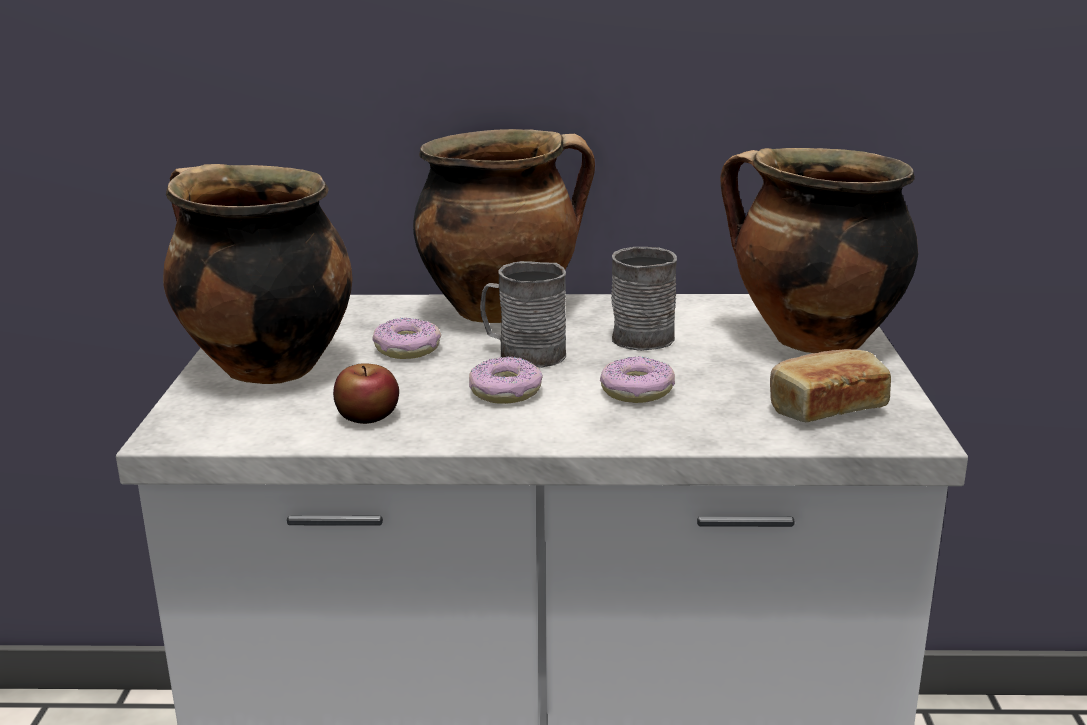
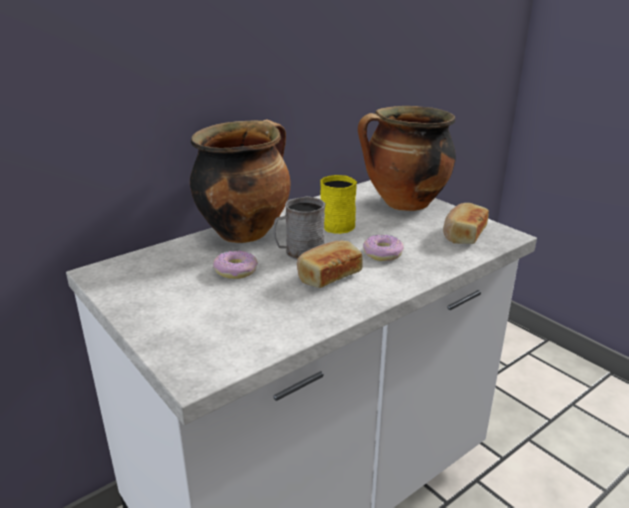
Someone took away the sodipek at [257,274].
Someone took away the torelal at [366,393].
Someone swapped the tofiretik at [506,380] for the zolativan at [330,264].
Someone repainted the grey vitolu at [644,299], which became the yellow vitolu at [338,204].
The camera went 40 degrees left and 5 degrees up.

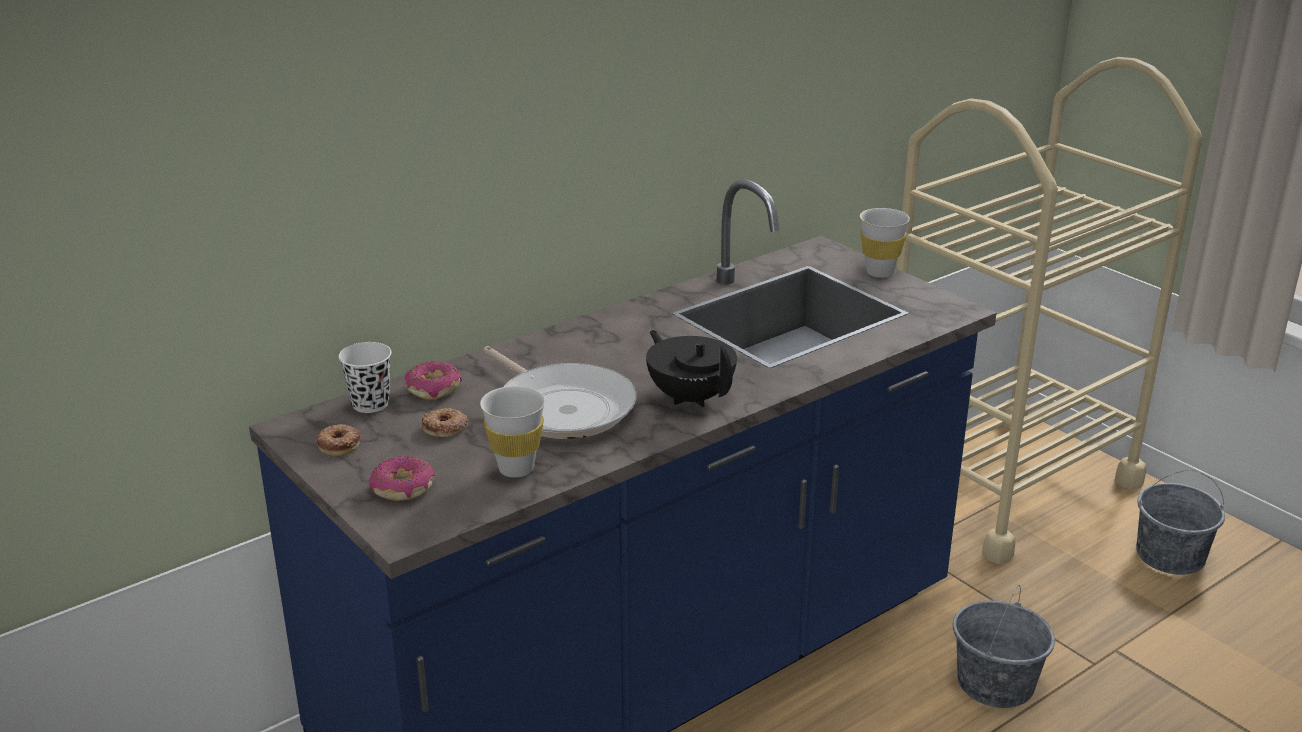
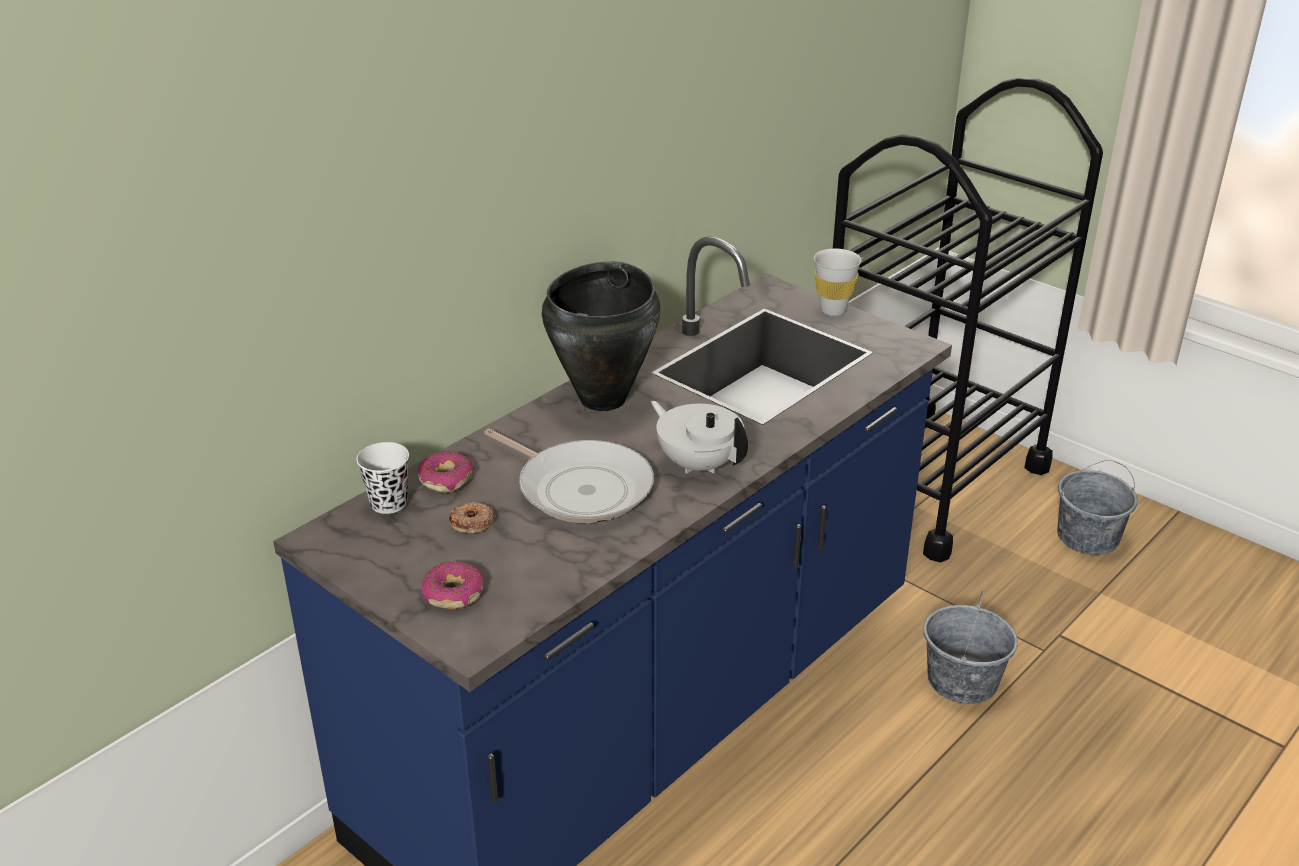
Someone took away the tofiretik at [338,440].
Someone took away the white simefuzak at [512,432].
Someone repainted the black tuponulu at [691,368], which became the white tuponulu at [699,437].
Someone repainted the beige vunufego at [1049,310], which became the black vunufego at [968,319].
Someone put down the black sodipek at [601,336].
The camera went 10 degrees left and 5 degrees up.

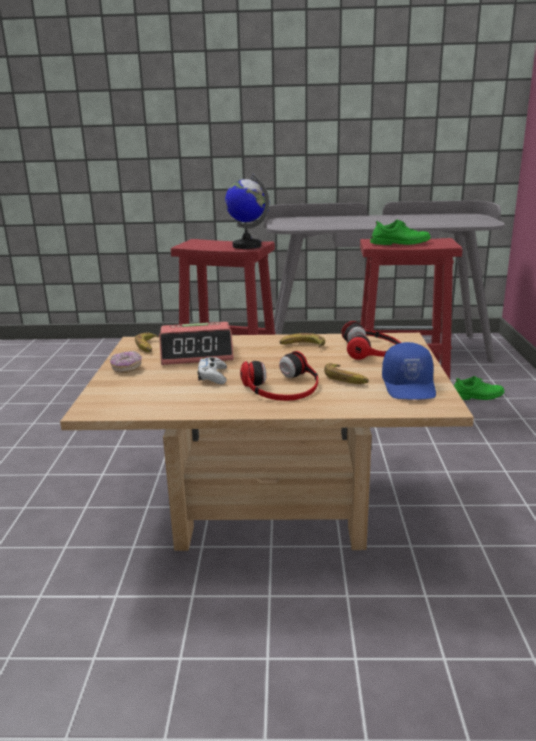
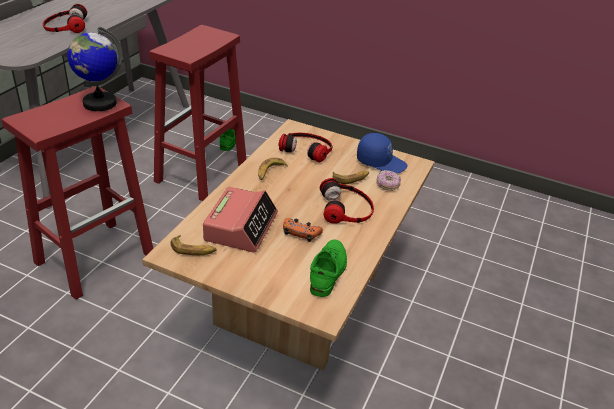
Someone carried the tofiretik from [126,362] to [388,180].
Someone repainted the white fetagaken at [212,370], which became the orange fetagaken at [303,230].
Someone carried the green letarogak from [400,232] to [328,268].
Someone put down the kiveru at [65,18].
The camera went 70 degrees left and 15 degrees up.

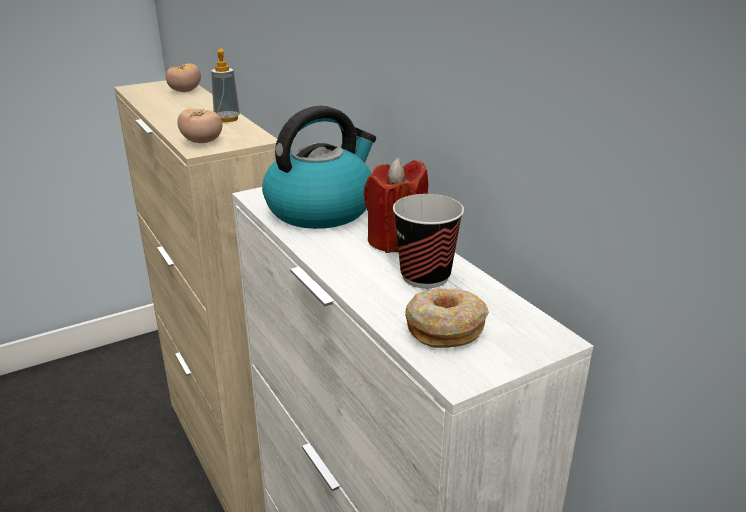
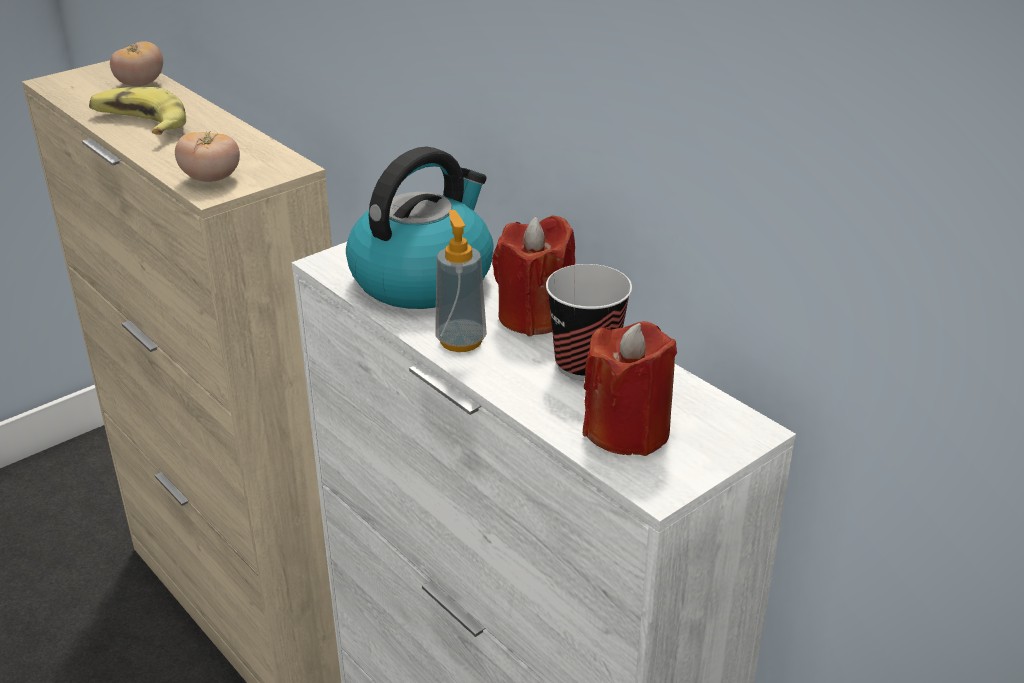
Someone carried the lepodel from [225,85] to [461,281].
Someone swapped the tofiretik at [447,318] for the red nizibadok at [630,388].
Someone put down the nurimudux at [137,111].
The camera went 10 degrees left and 5 degrees up.

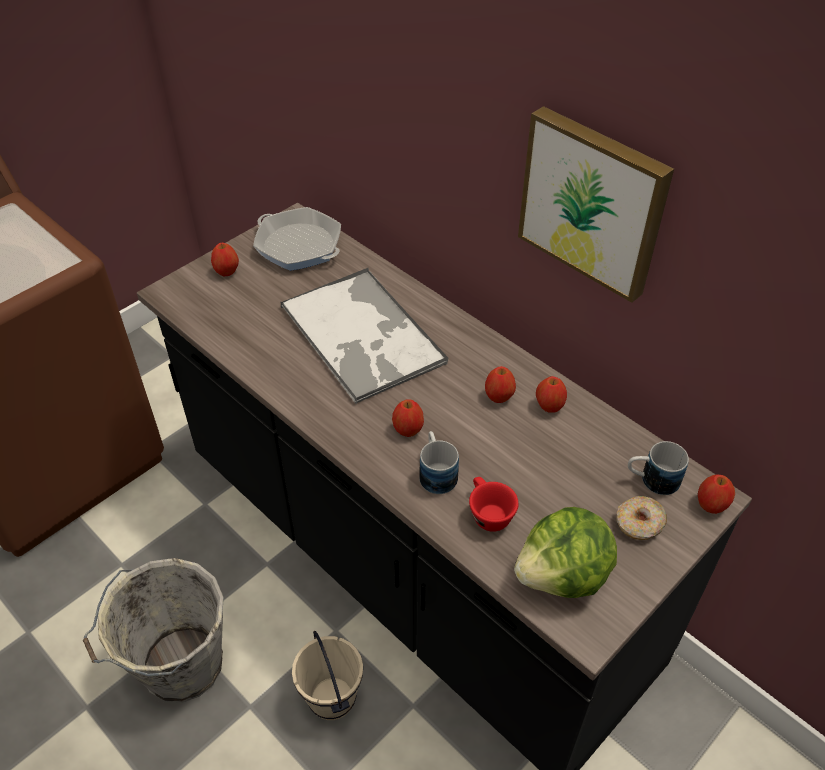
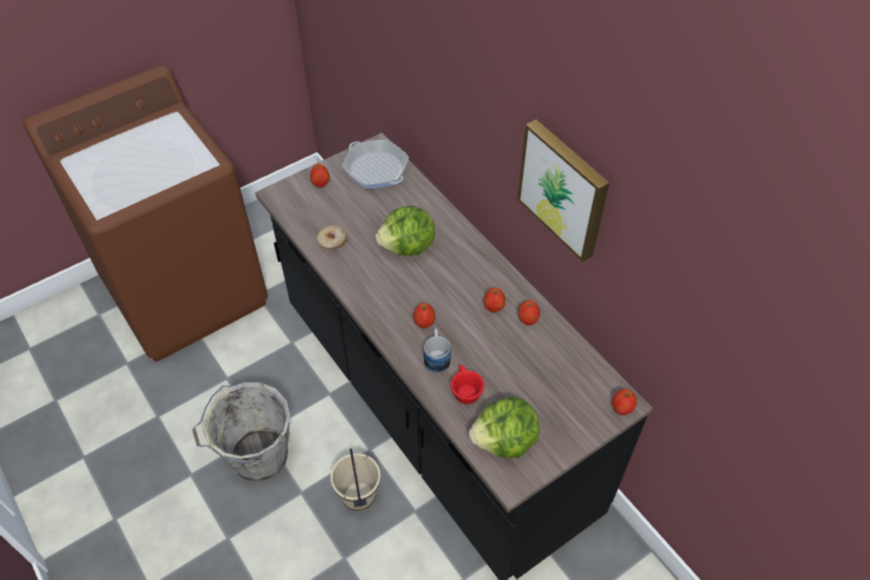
Someone swapped the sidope at [365,336] for the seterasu at [405,231].
Someone carried the tofiretik from [642,518] to [332,237].
Someone took away the vitolu at [658,468].
The camera went 10 degrees right and 5 degrees up.

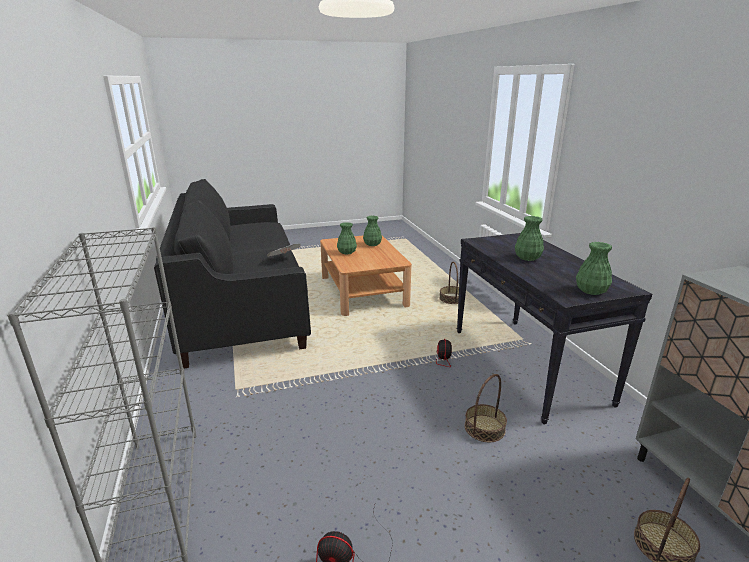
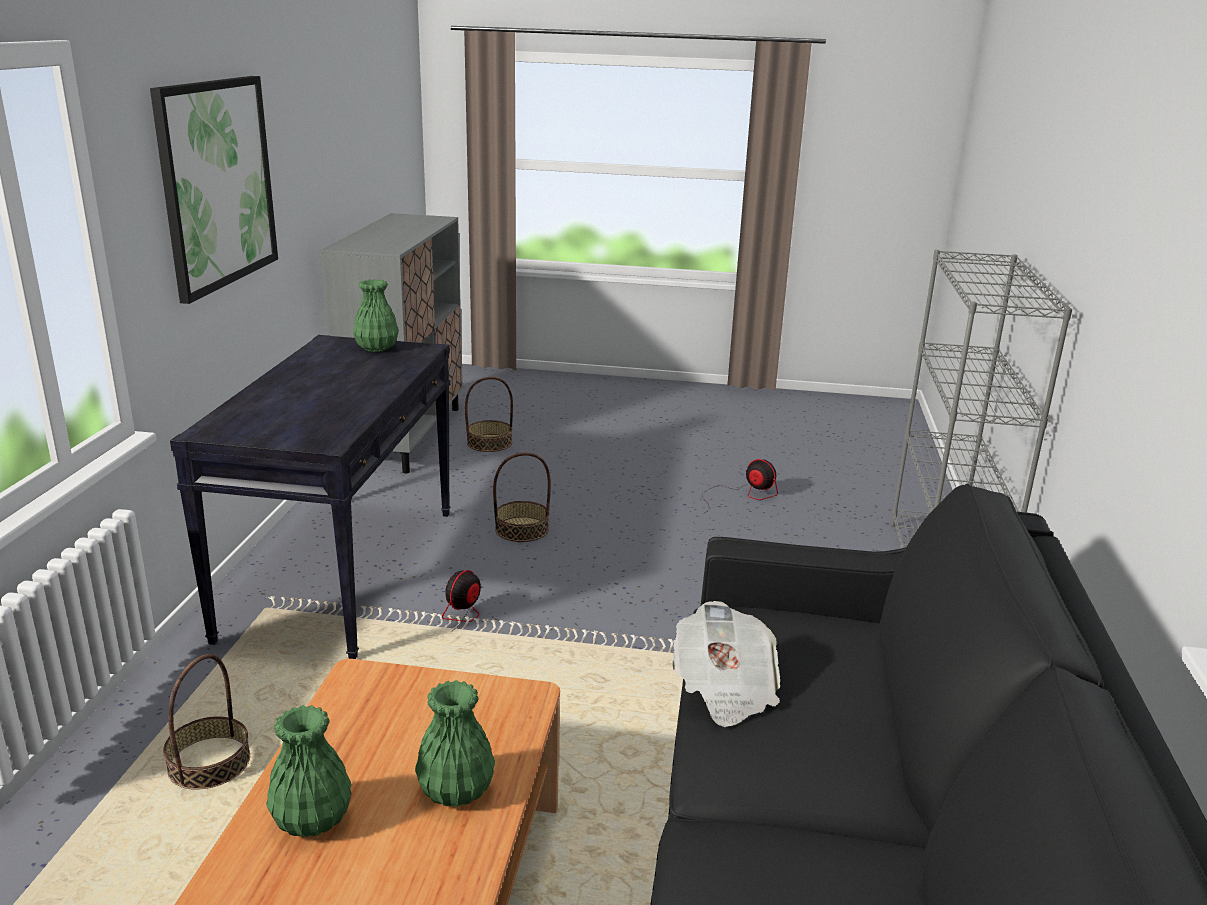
Someone took away the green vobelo at [529,238].
Someone put up the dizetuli at [214,190].
The camera went 155 degrees left and 0 degrees up.

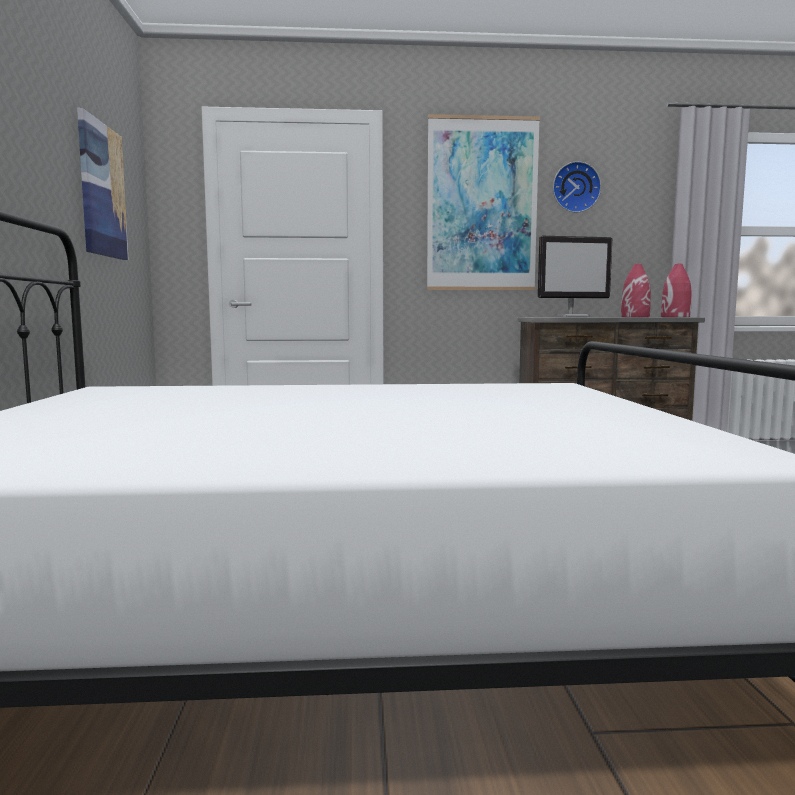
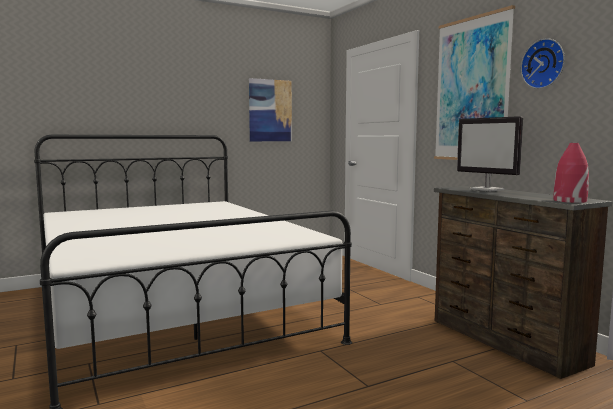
Someone took away the red vobelo at [636,290].
The camera went 65 degrees right and 0 degrees up.

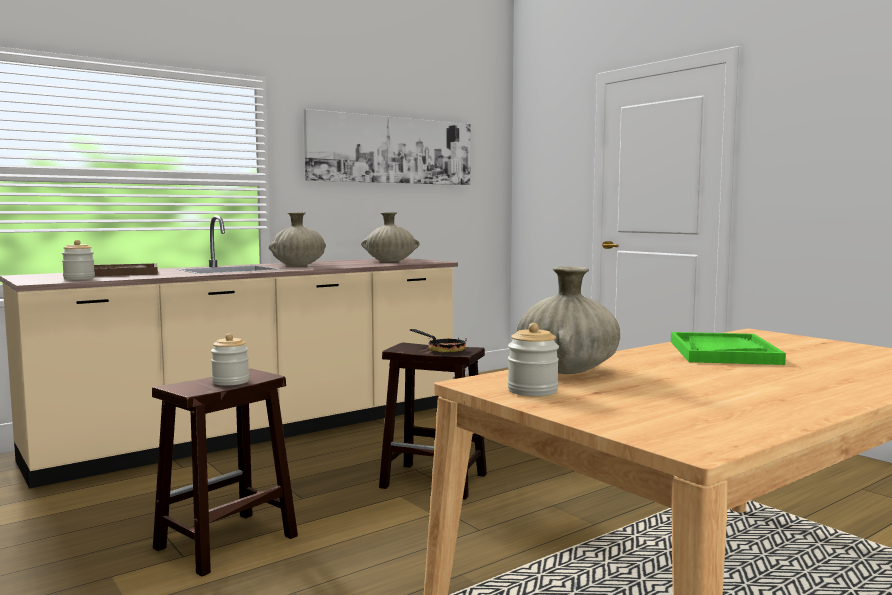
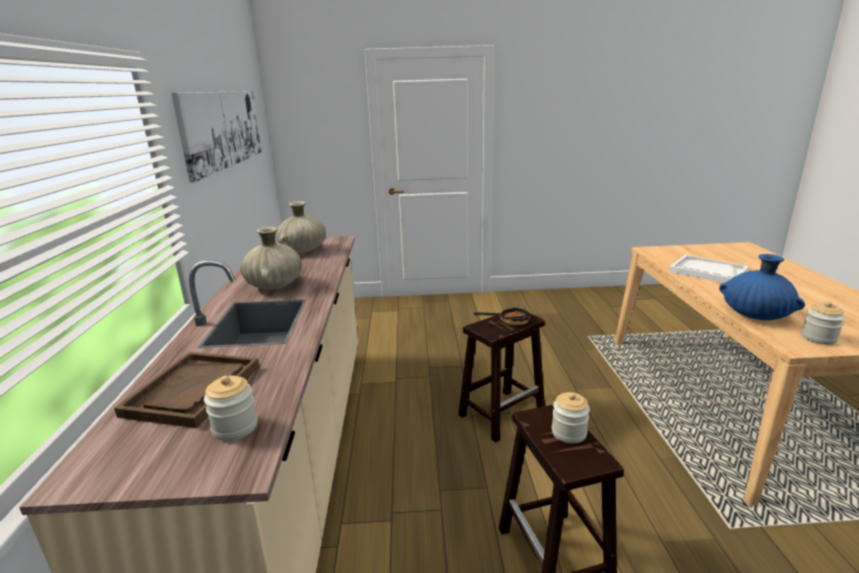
Someone repainted the beige vobelo at [568,320], which became the blue vobelo at [762,287].
Someone repainted the green sidope at [728,348], which became the white sidope at [709,269].
The camera went 55 degrees left and 15 degrees up.

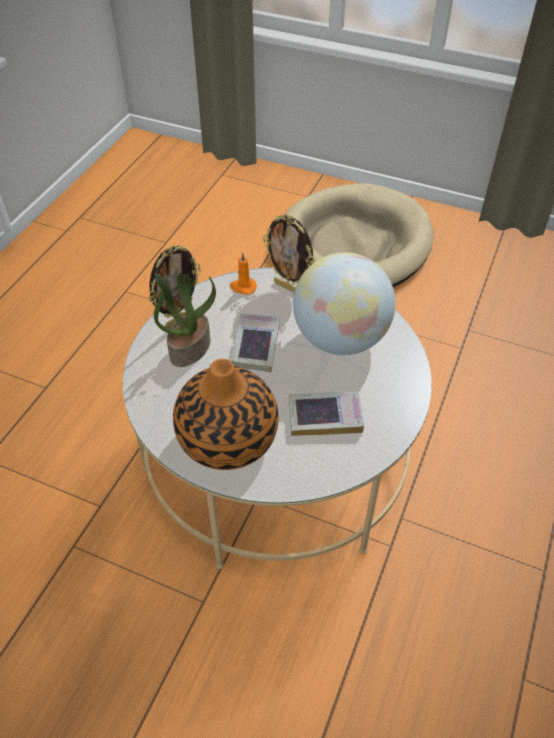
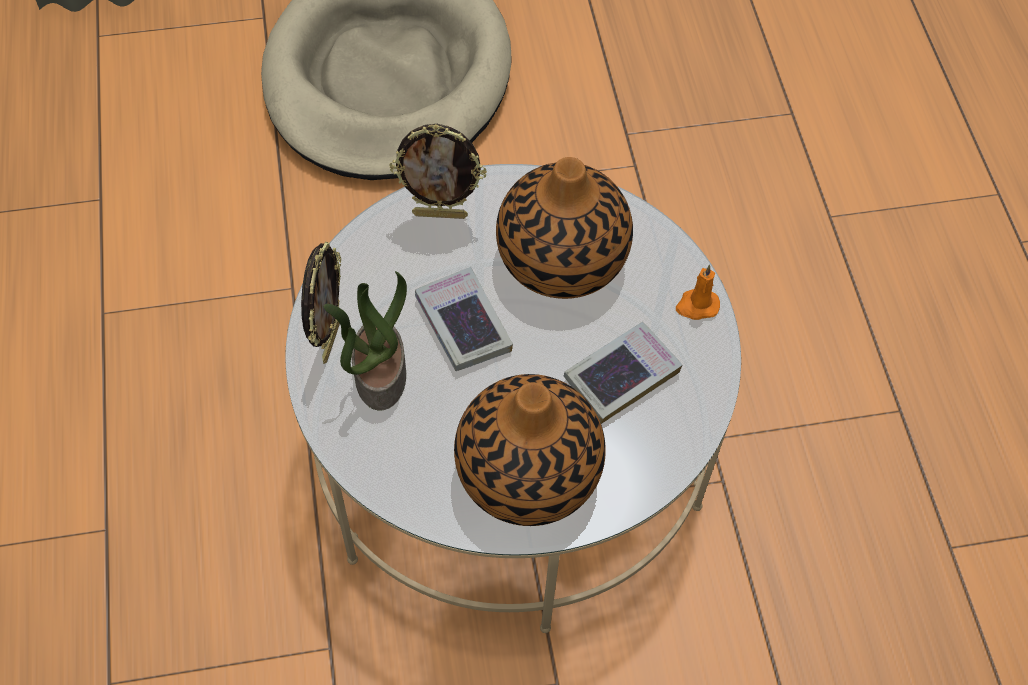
Someone carried the orange nizibadok from [243,273] to [698,292].
Someone swapped the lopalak at [344,303] for the vobelo at [564,228].
The camera went 35 degrees left and 10 degrees up.

